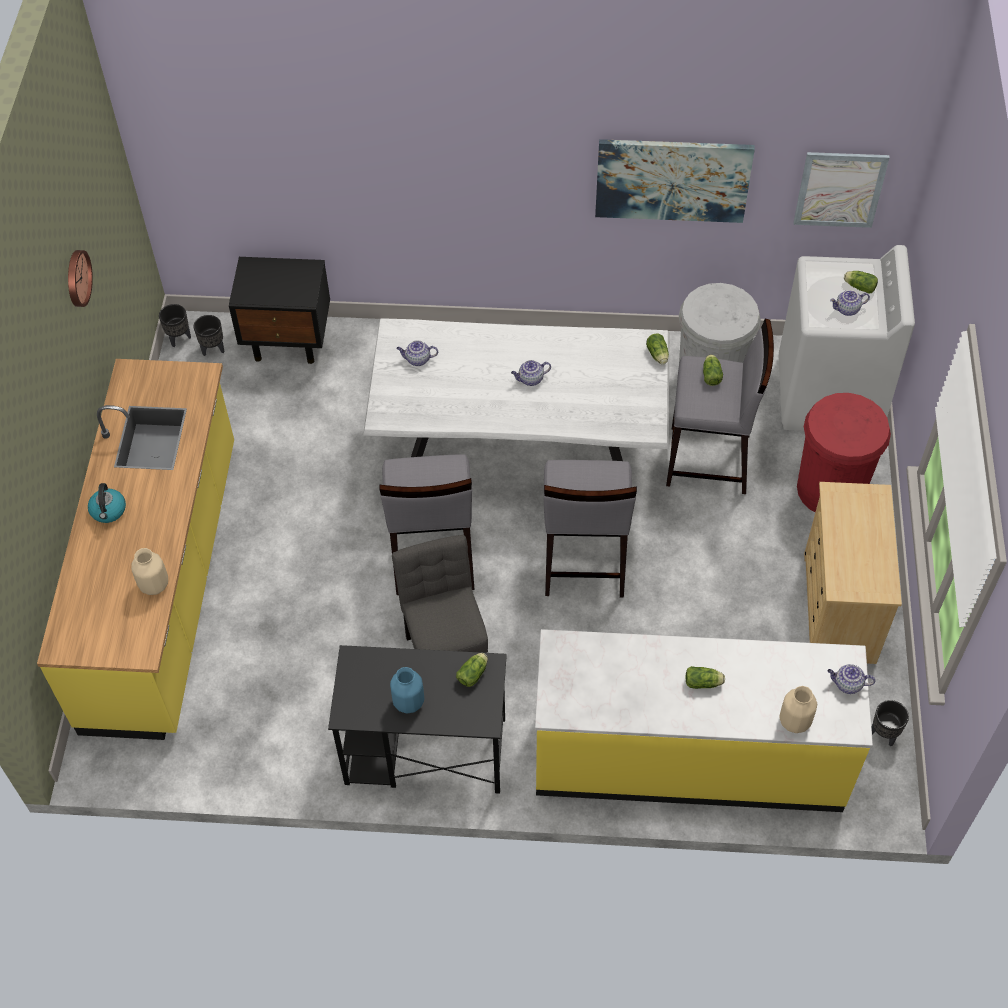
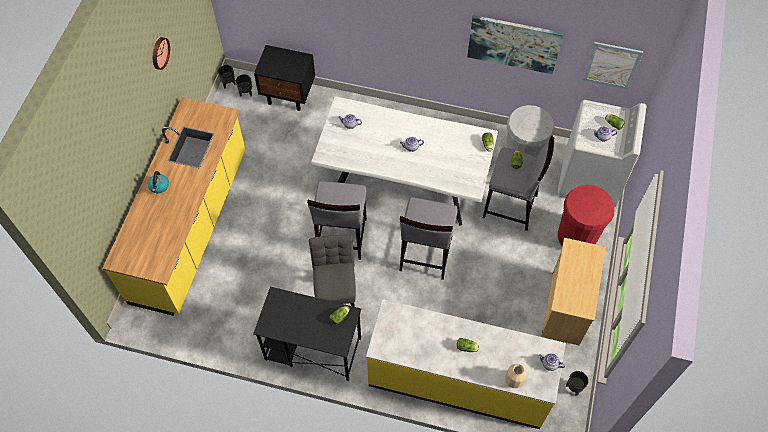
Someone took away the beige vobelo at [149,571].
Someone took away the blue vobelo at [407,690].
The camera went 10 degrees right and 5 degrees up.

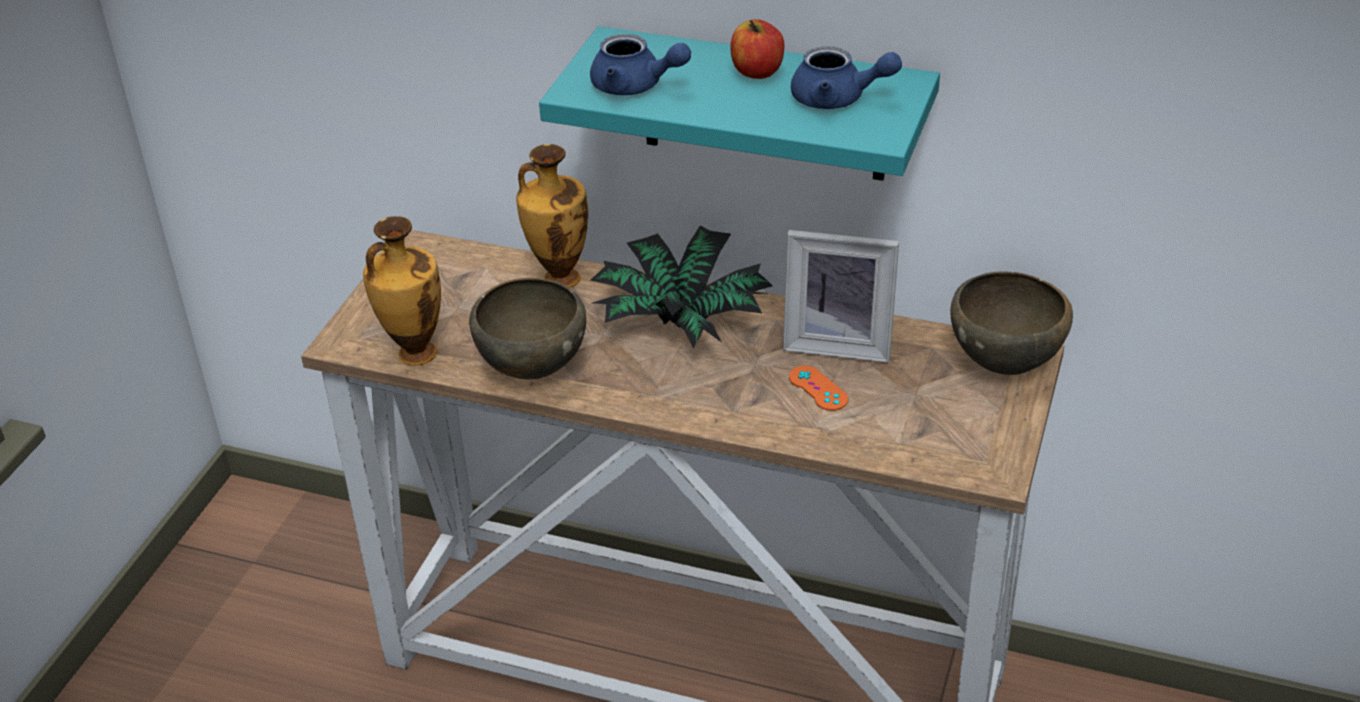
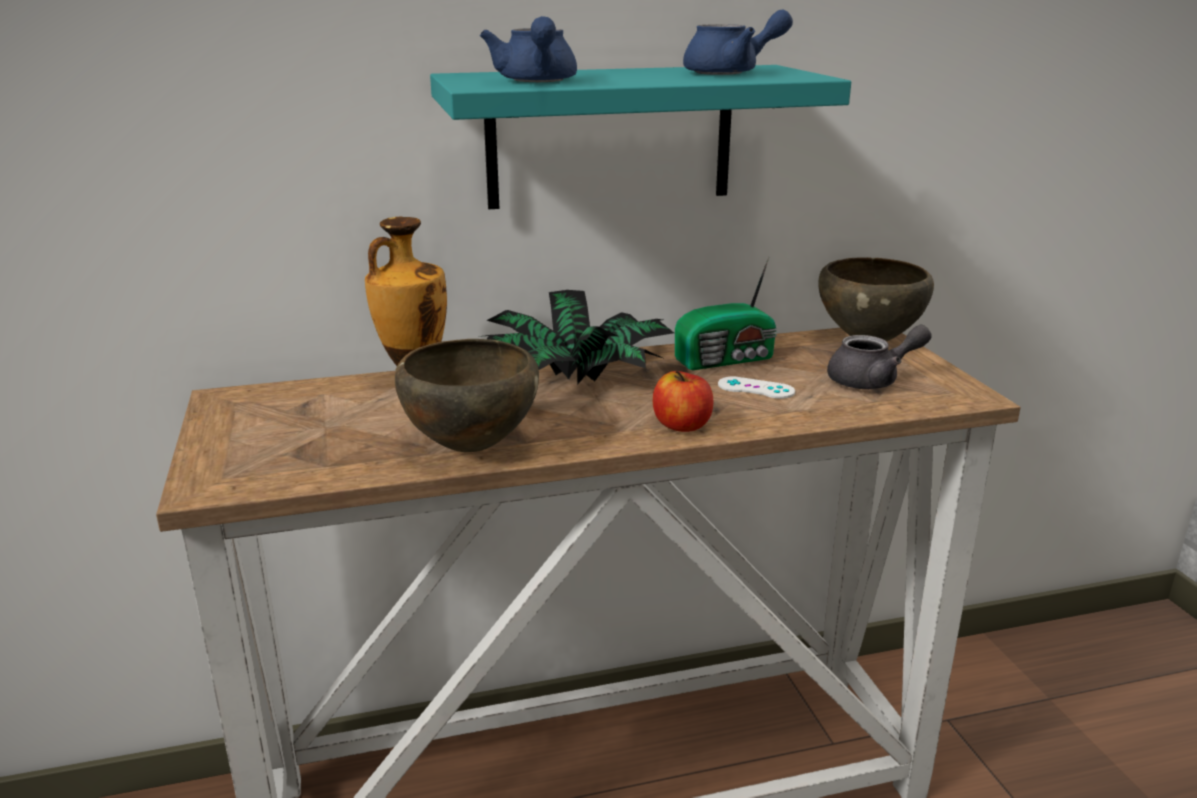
Someone took away the vobelo at [402,291].
Someone rotated the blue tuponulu at [640,64] by 90 degrees clockwise.
Someone carried the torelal from [757,49] to [683,401].
Someone swapped the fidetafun at [841,296] for the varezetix at [726,313].
Someone repainted the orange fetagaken at [818,388], which became the white fetagaken at [756,388].
Someone put down the grey tuponulu at [879,357].
The camera went 35 degrees left and 15 degrees down.

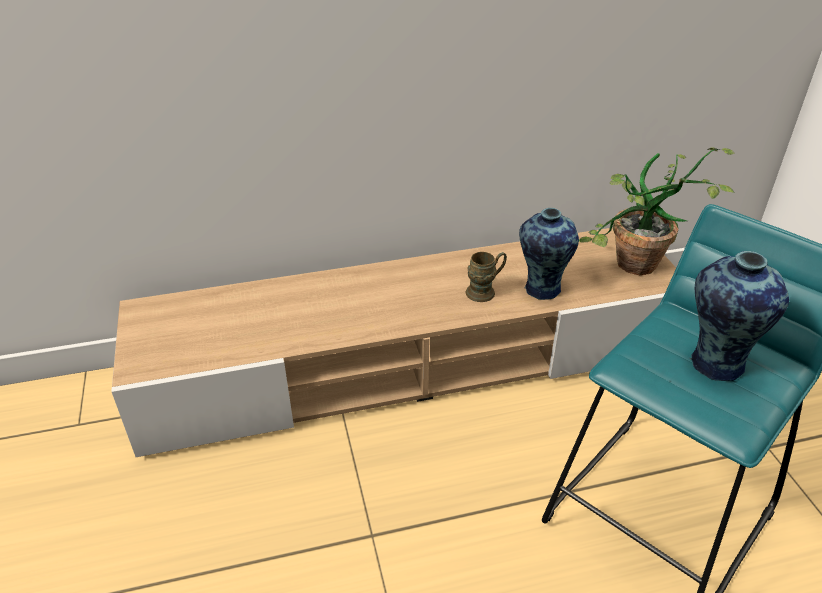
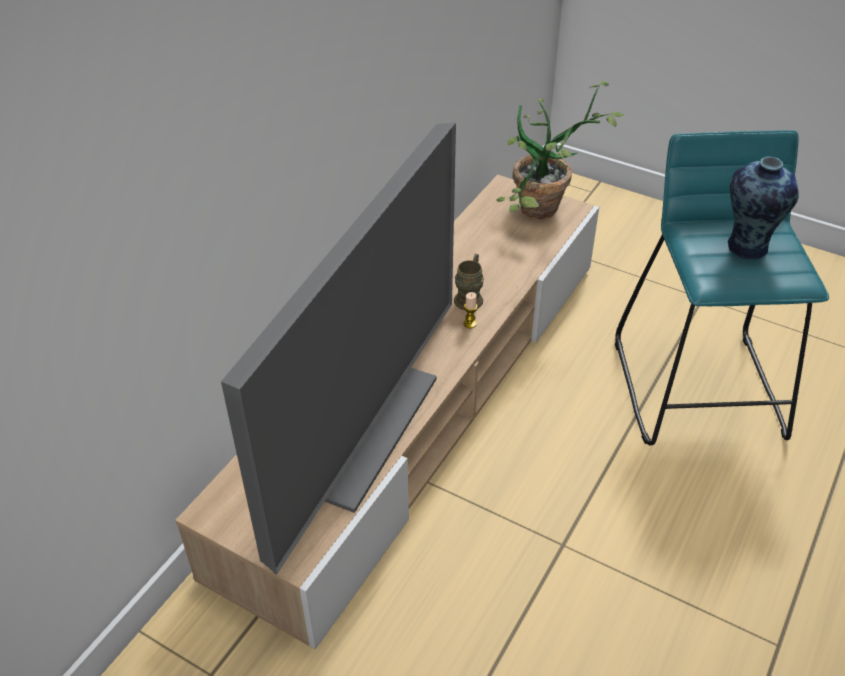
Someone took away the vobelo at [549,254].
Someone put down the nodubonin at [338,348].
Someone put down the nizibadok at [470,310].
The camera went 45 degrees left and 5 degrees up.

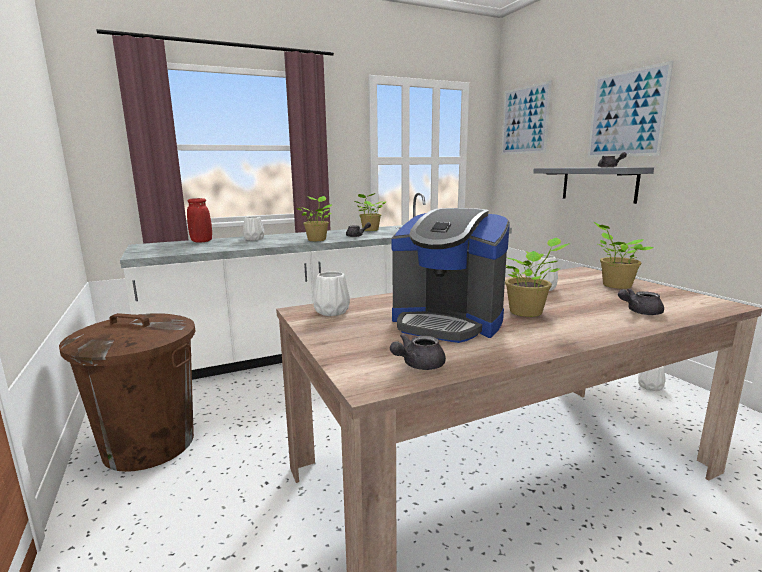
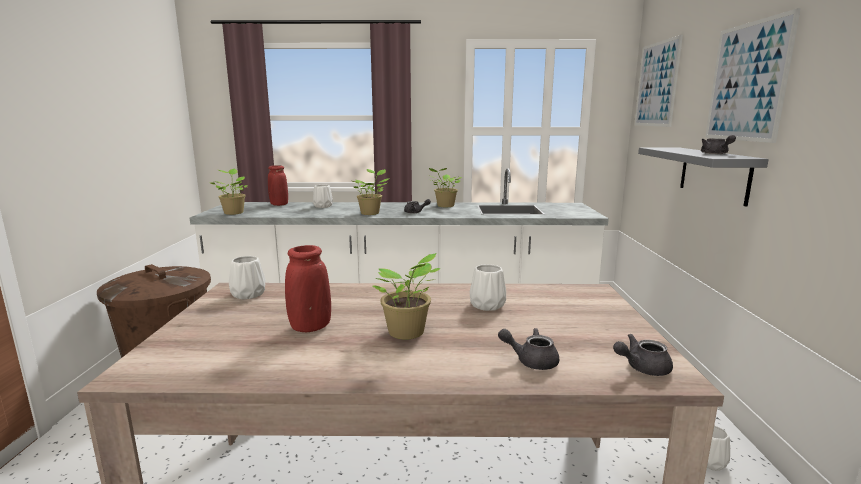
Someone carried the grey tuponulu from [418,351] to [643,355].
Someone swapped the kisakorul at [450,275] for the red vobelo at [308,288].
Someone carried the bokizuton from [624,255] to [229,192].
The camera went 25 degrees right and 0 degrees up.

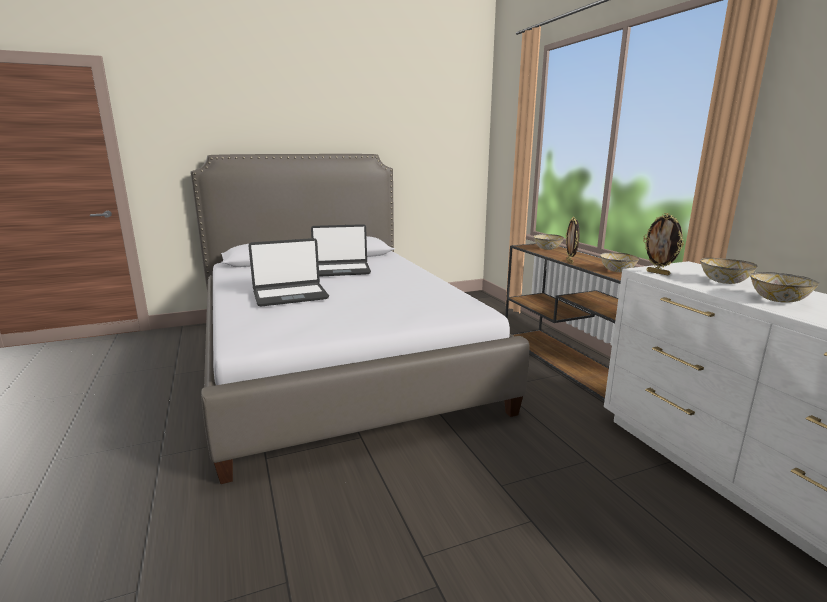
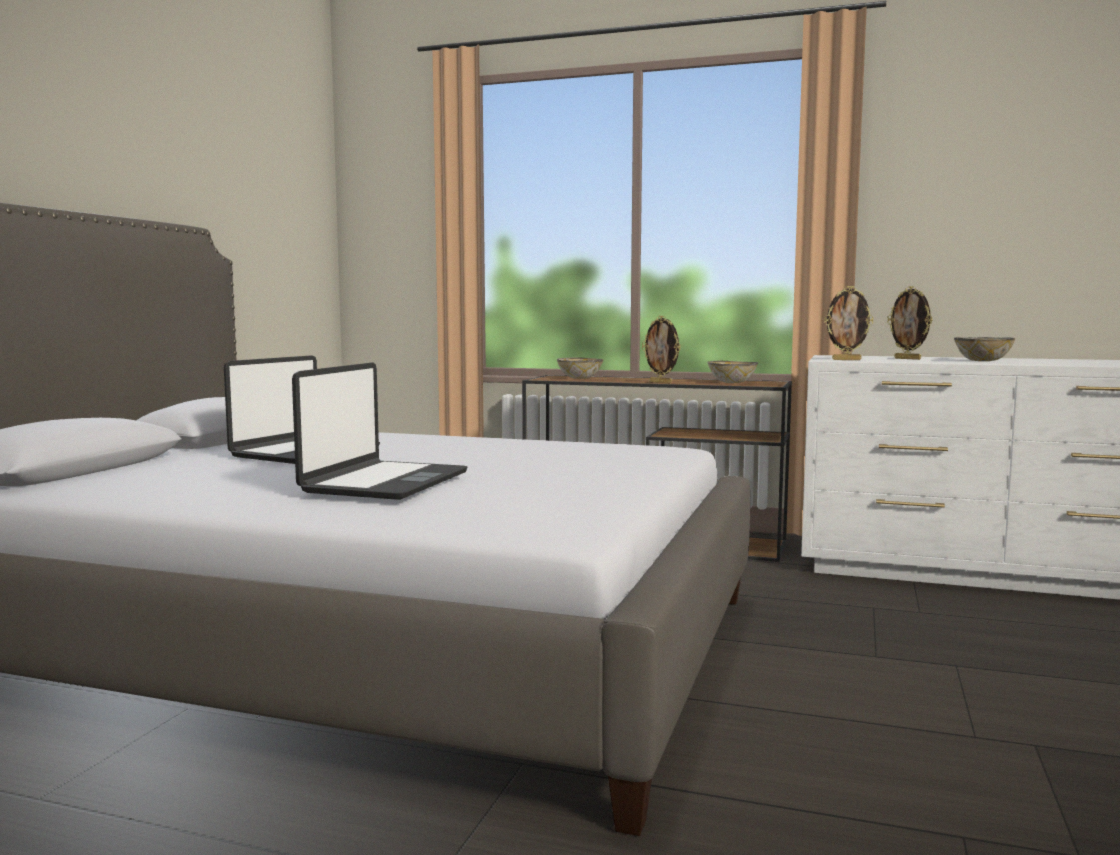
Someone swapped the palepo at [729,271] for the fidetafun at [909,323].
The camera went 50 degrees left and 10 degrees down.

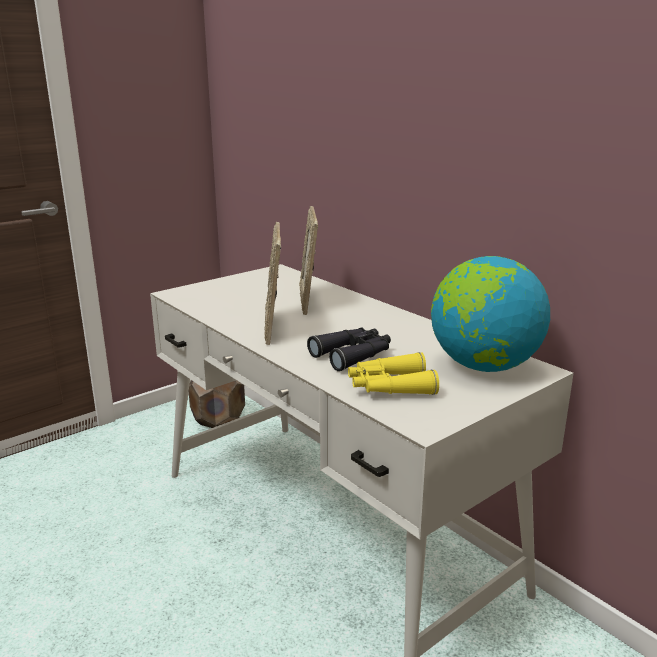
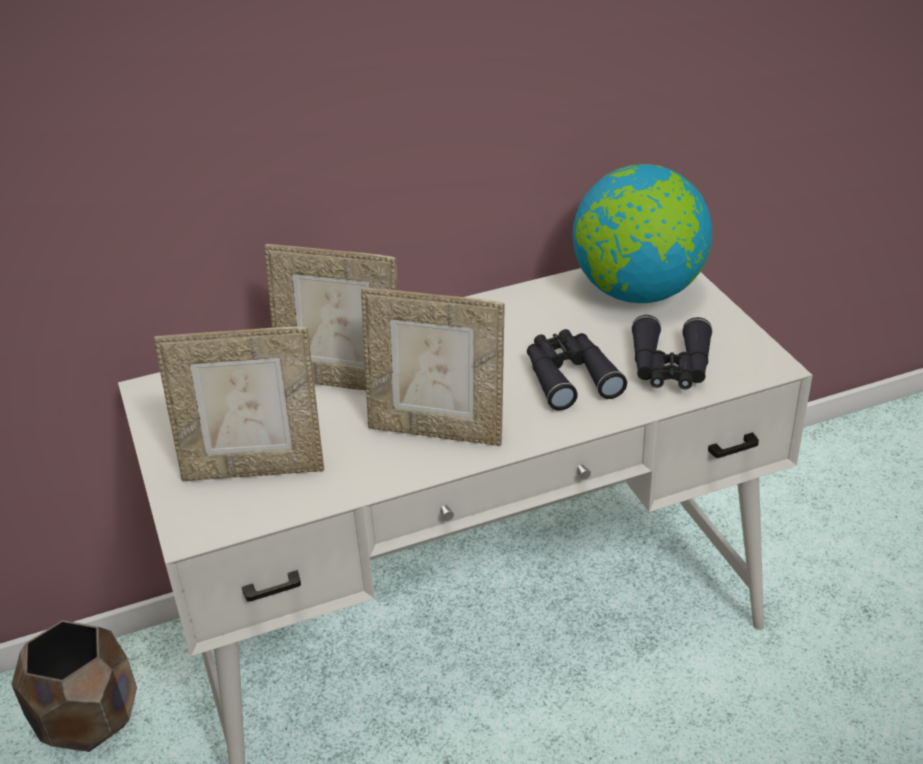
Someone repainted the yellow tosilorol at [393,373], which became the black tosilorol at [671,352].
Someone put down the fidetafun at [239,403].
The camera went 70 degrees left and 15 degrees up.

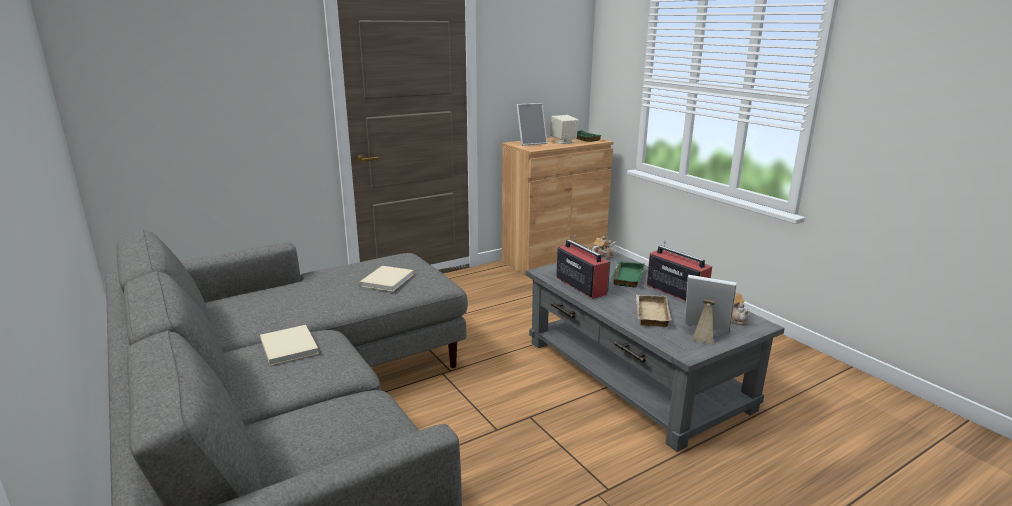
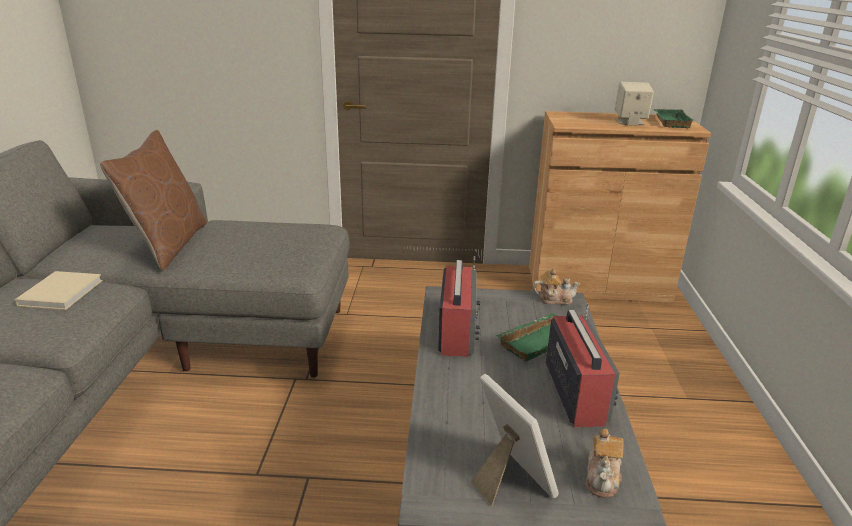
Someone took away the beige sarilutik at [387,279].
Someone took away the fidetafun at [532,124].
Someone took away the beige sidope at [654,311].
Someone put down the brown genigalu at [153,200].
The camera went 35 degrees right and 5 degrees up.

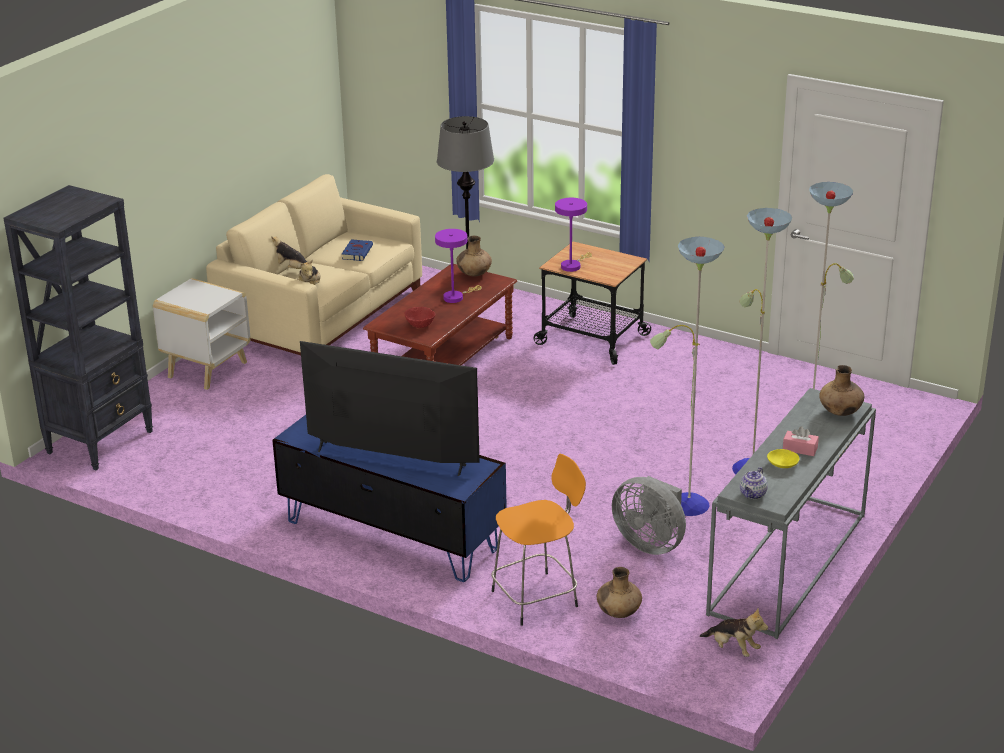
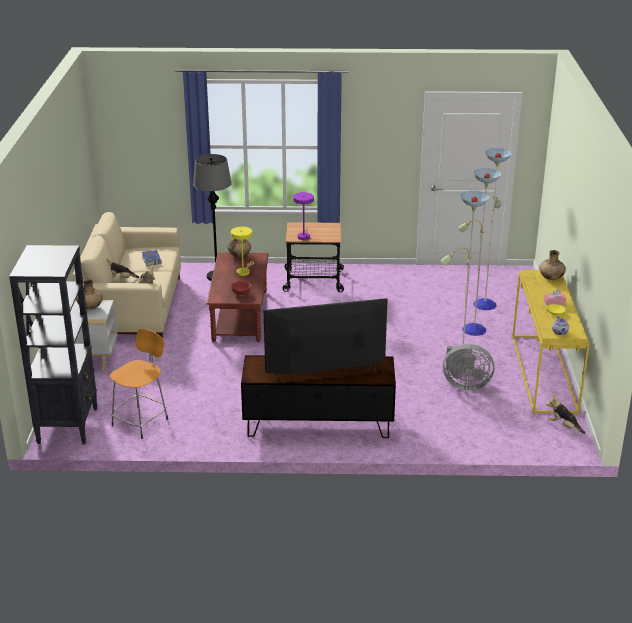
Someone repainted the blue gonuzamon at [389,498], which became the brown gonuzamon at [318,396].
Someone repainted the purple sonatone at [458,266], which became the yellow sonatone at [242,251].
Someone carried the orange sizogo from [538,540] to [139,384].
Someone carried the brown vobelo from [619,592] to [89,294].
Someone rotated the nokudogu at [733,632] by 150 degrees counterclockwise.
Someone repainted the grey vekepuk at [791,513], which became the yellow vekepuk at [551,342].
The camera went 30 degrees left and 0 degrees up.

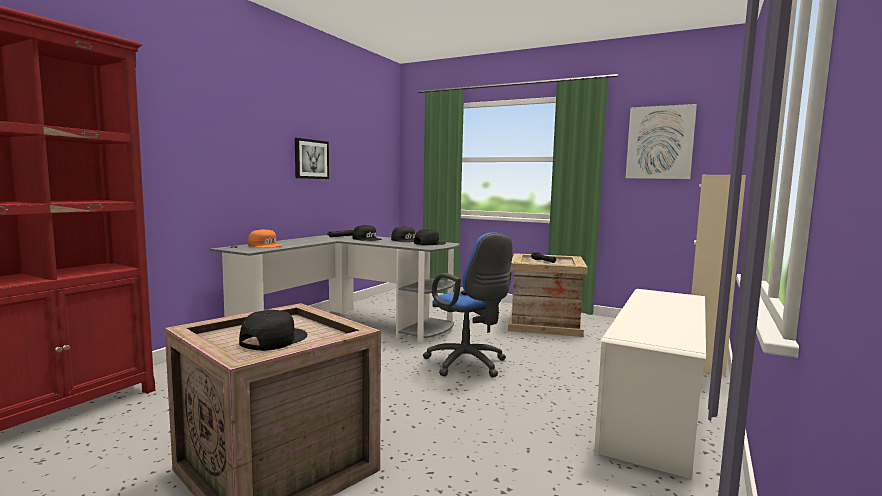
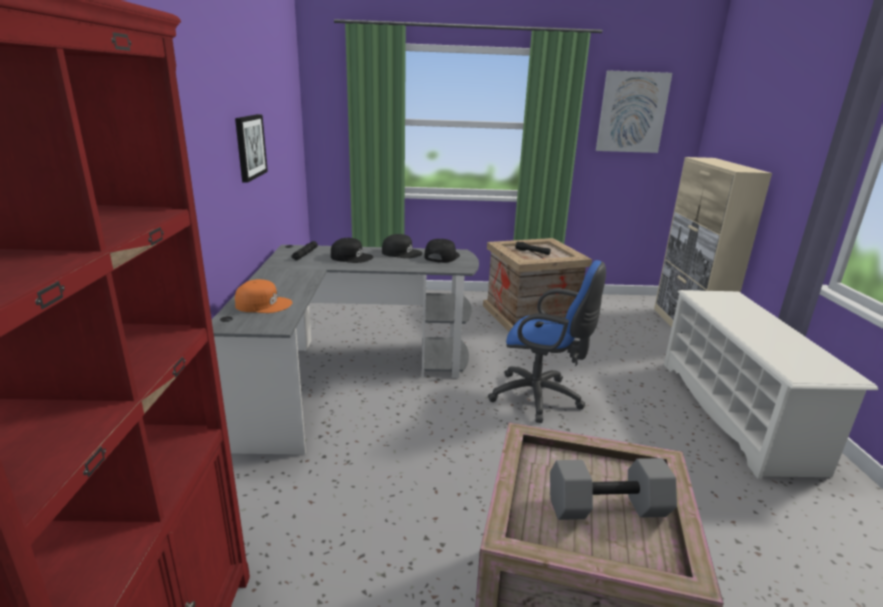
Someone swapped the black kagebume at [273,330] for the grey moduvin at [613,489].
The camera went 30 degrees left and 15 degrees up.

